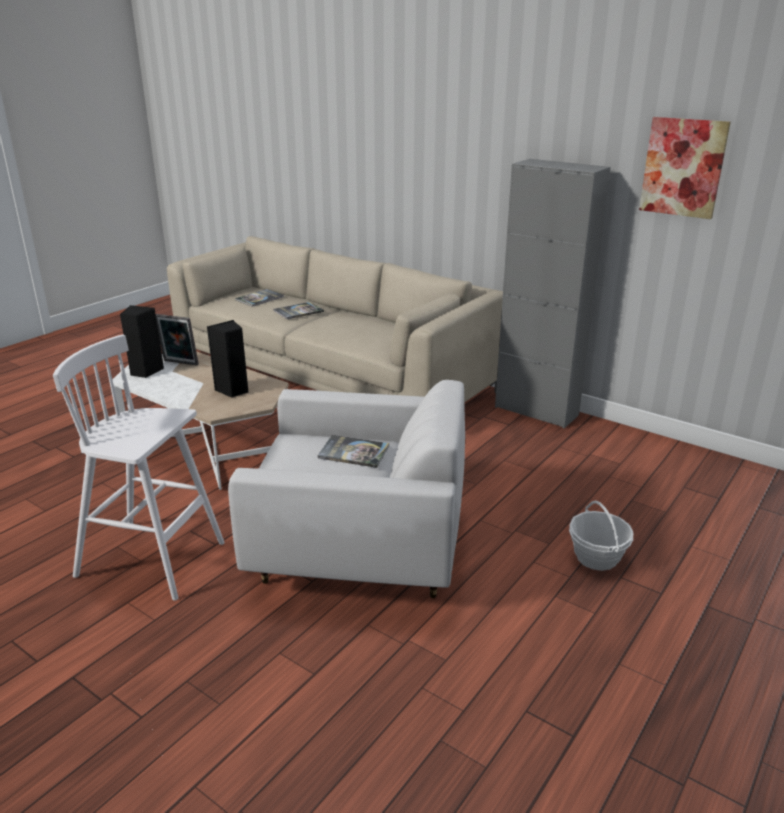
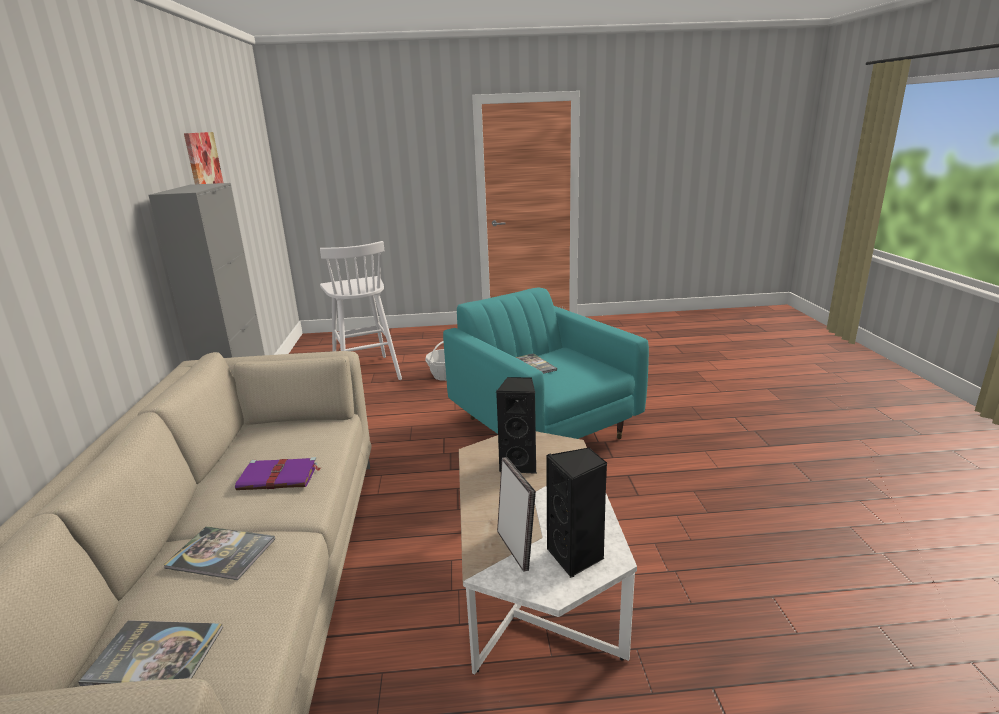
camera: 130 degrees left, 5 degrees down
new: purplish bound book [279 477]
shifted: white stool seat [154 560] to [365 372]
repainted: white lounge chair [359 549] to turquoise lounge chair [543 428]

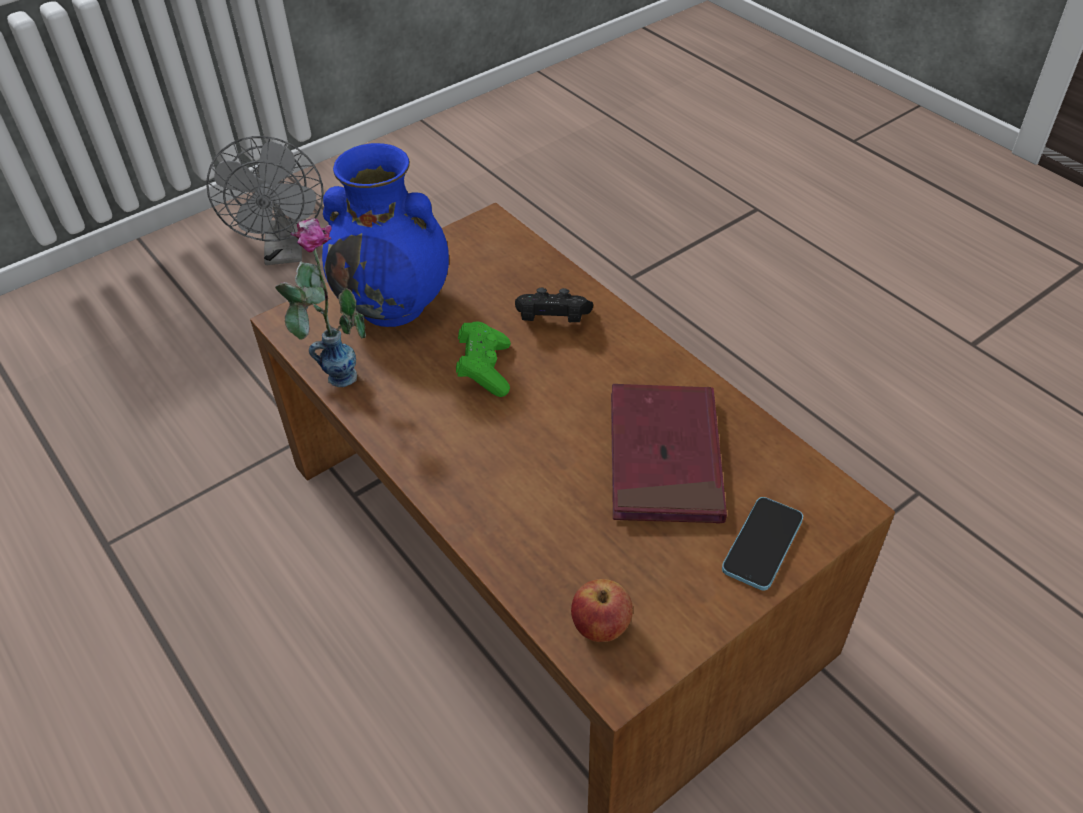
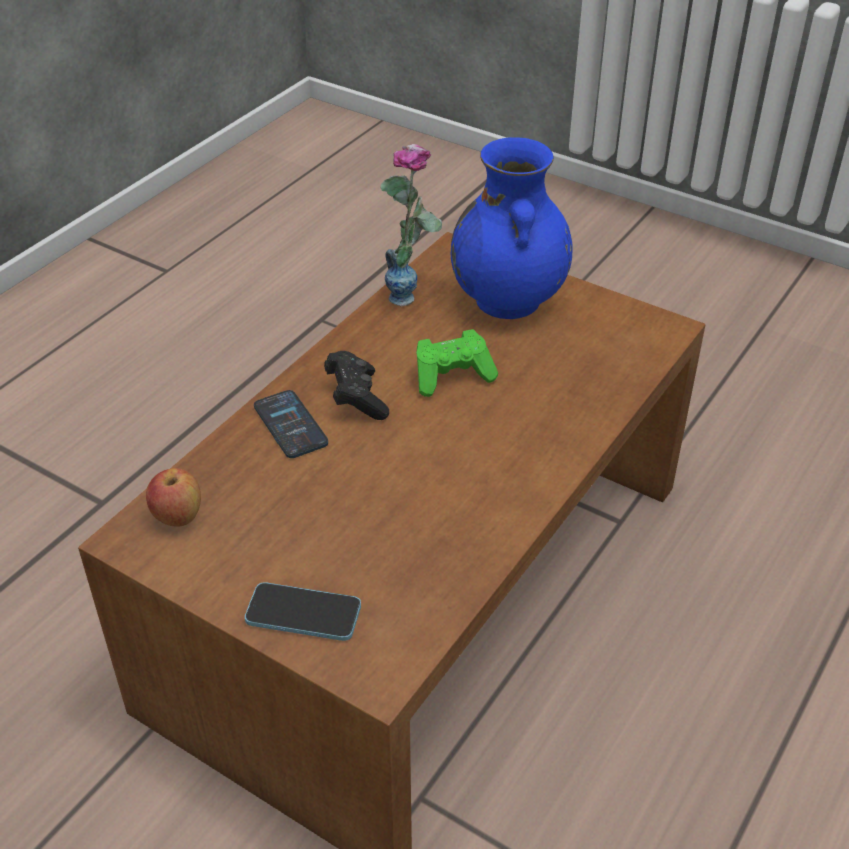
camera: 70 degrees right, 5 degrees down
gone: gray electric fan [285 252]; red-coloured bound book [664 458]
new: handset [290 425]
shifted: blackish gamepad [552 320] to [356 398]

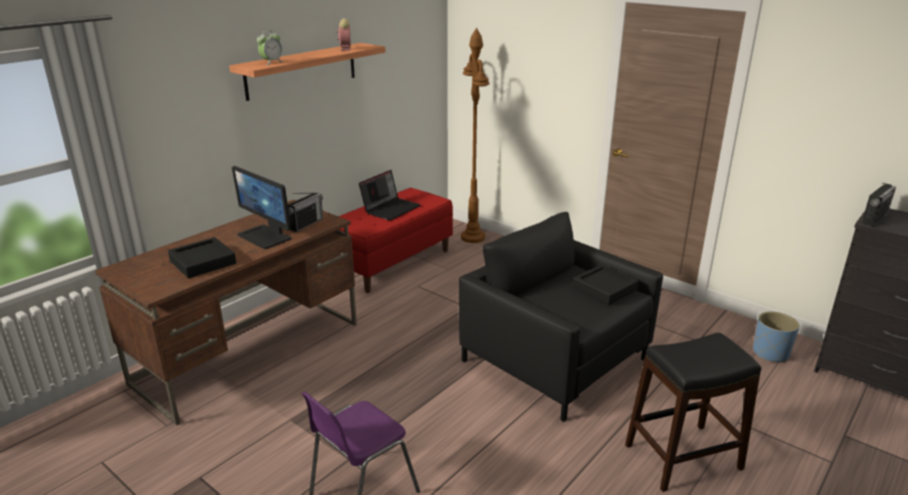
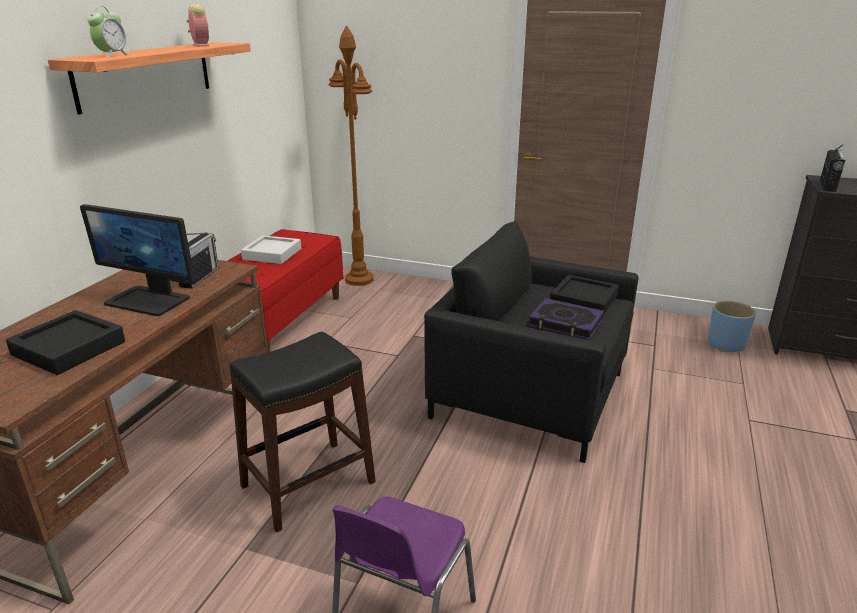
camera: 20 degrees left, 0 degrees up
new: bound book [565 324]
shifted: blackish stool seat [683 457] to [309 484]
swapped: laptop [390 208] to gray serving tray [272 254]

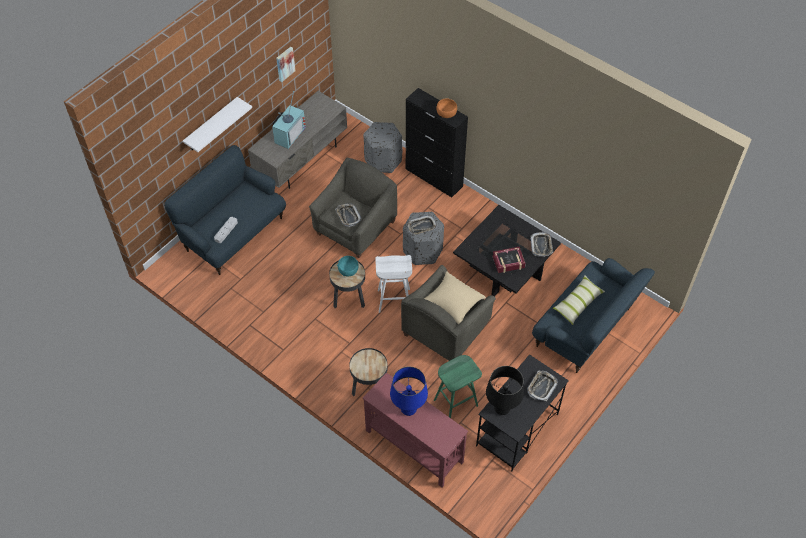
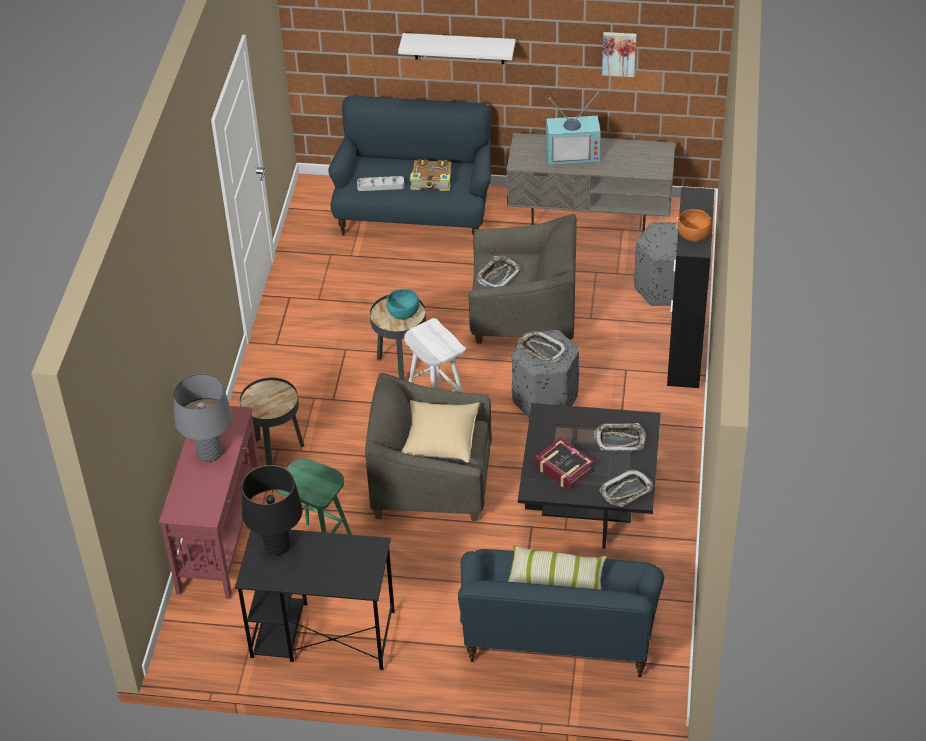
camera: 60 degrees right, 10 degrees down
new: bound book [432 181]
shifted: serving tray [541 387] to [620 440]
repainted: blue-coloured lamp for a table [408 409] to gray lamp for a table [210 453]

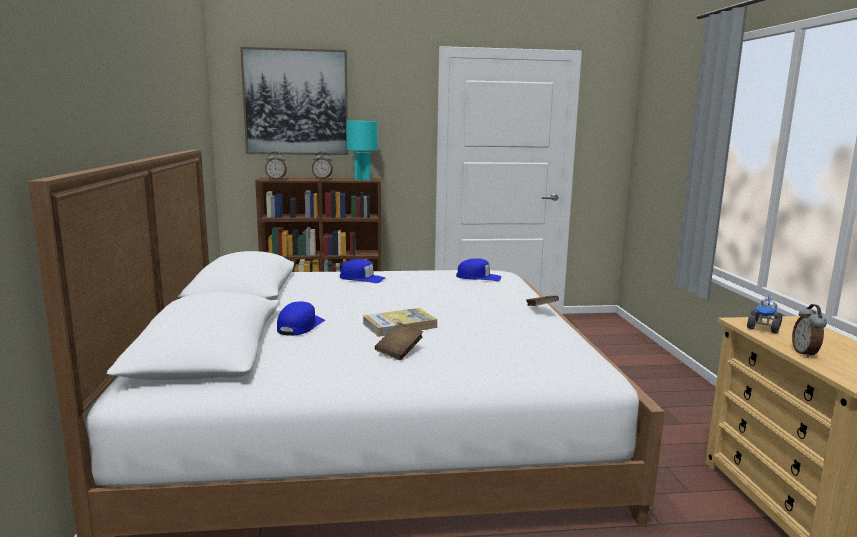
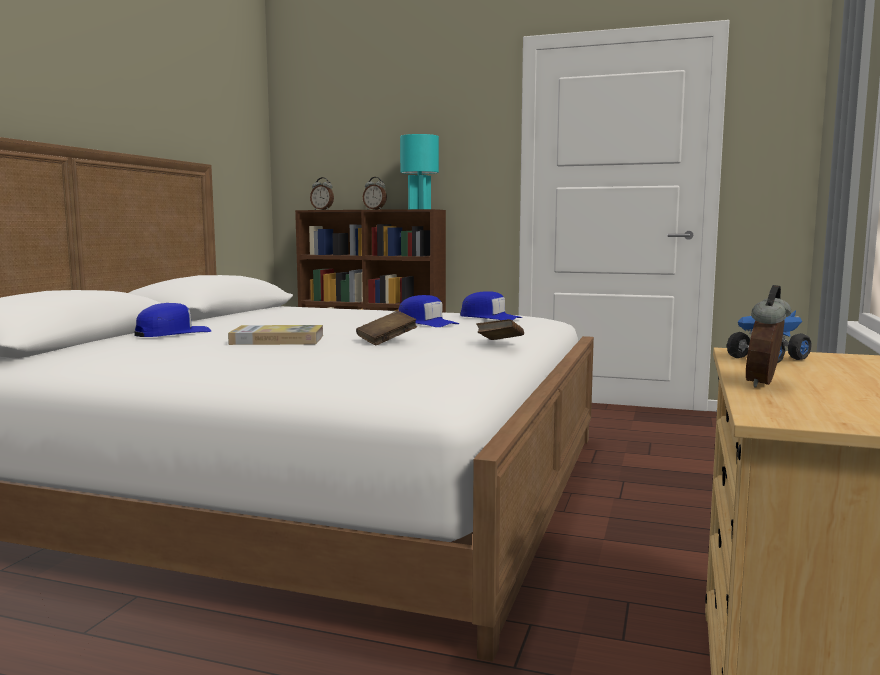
camera: 25 degrees right, 5 degrees down
gone: picture [296 102]
shifted: blue-coloured cap [362 278] to [426 323]; brownish bound book [399 352] to [387 341]

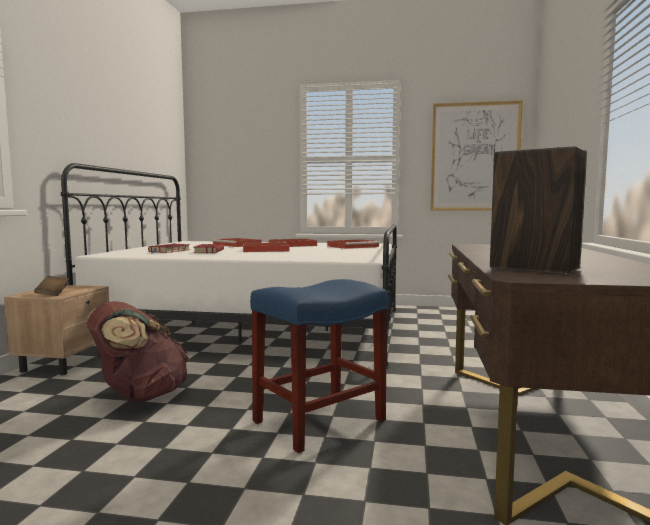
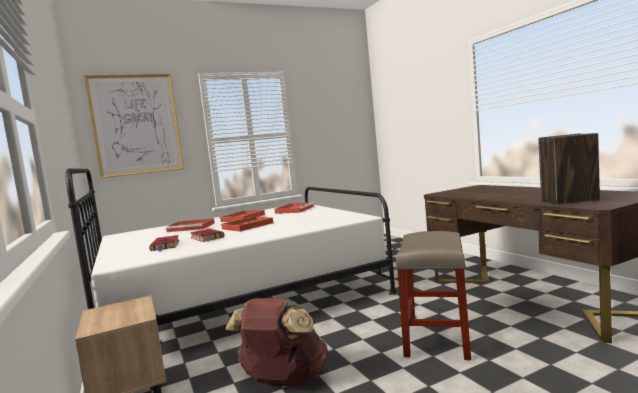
camera: 35 degrees left, 0 degrees up
gone: brownish bound book [53 293]
shifted: picture [474 157] to [136 124]
repainted: blue-coloured stool seat [320 420] to sand-coloured stool seat [436 337]

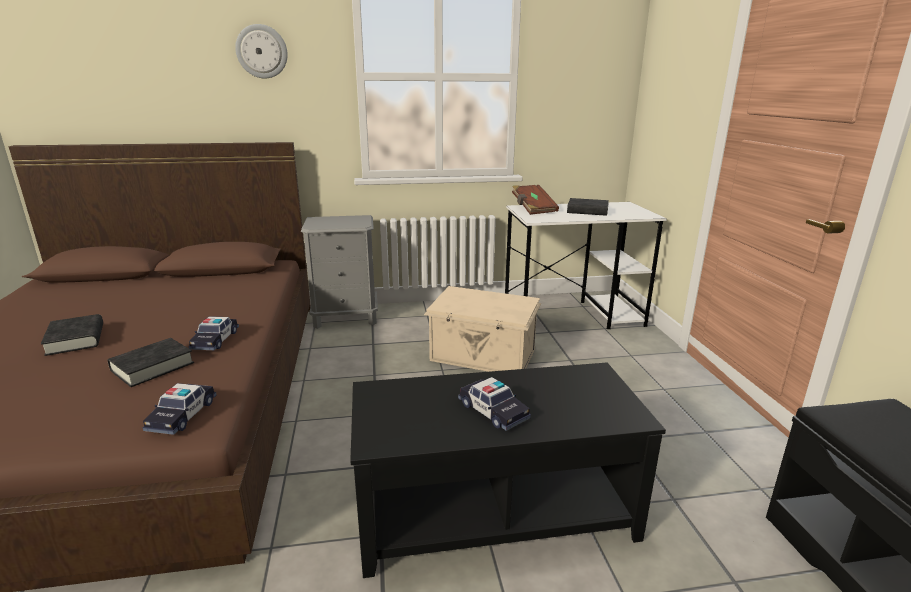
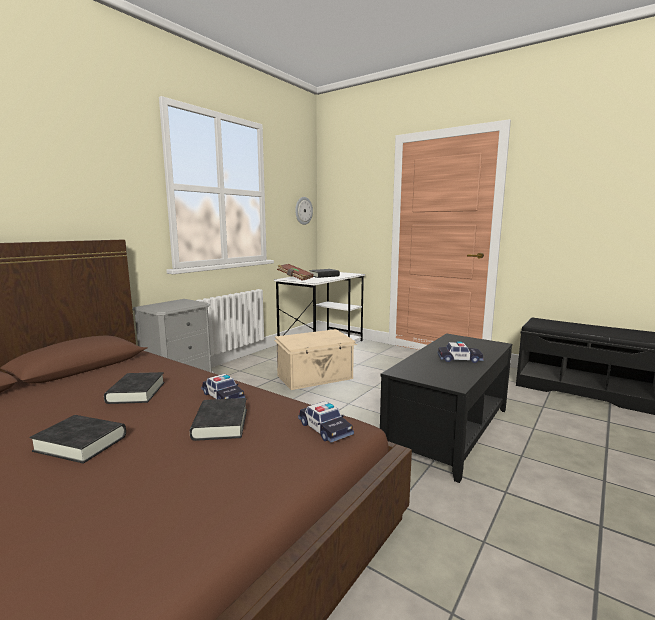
camera: 45 degrees left, 10 degrees down
new: blackish bound book [136 392]
shifted: wall clock [262 51] to [303 210]

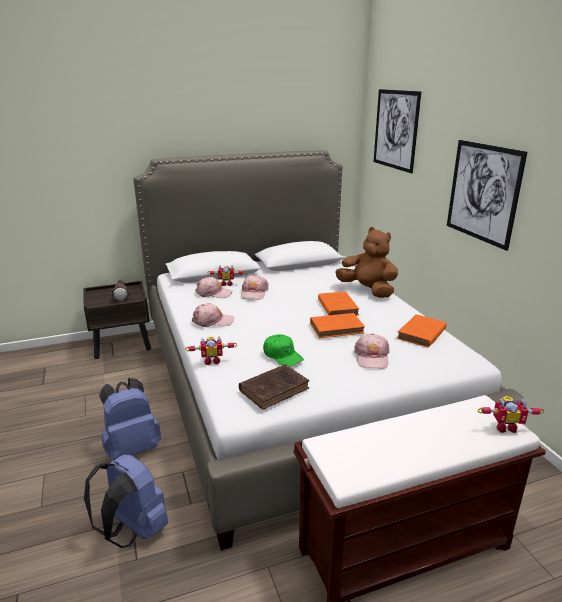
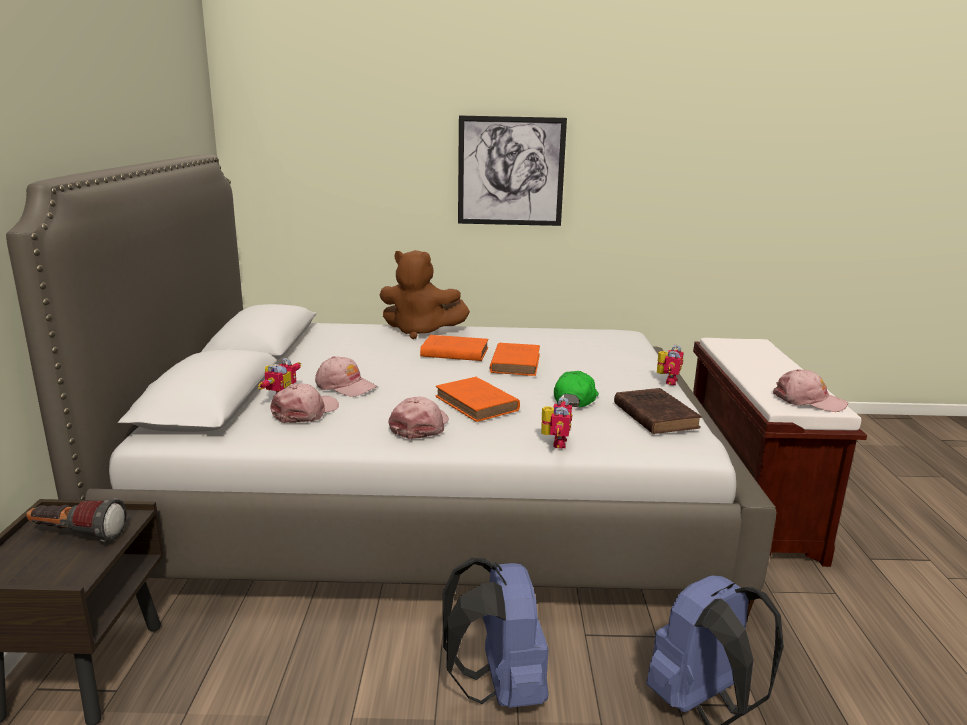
camera: 70 degrees left, 5 degrees down
gone: picture [395 129]
shifted: pinkish cap [372 357] to [808 400]; orangey bound book [421 334] to [478 404]; toy robot [505 426] to [667 381]
rotated: green cap [282 356] = [575 398] 45 degrees counterclockwise; brownish plush toy [367 290] = [420 331] 135 degrees counterclockwise

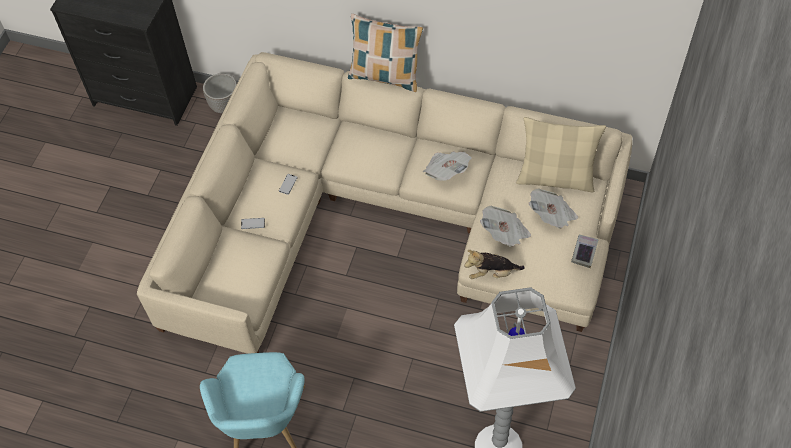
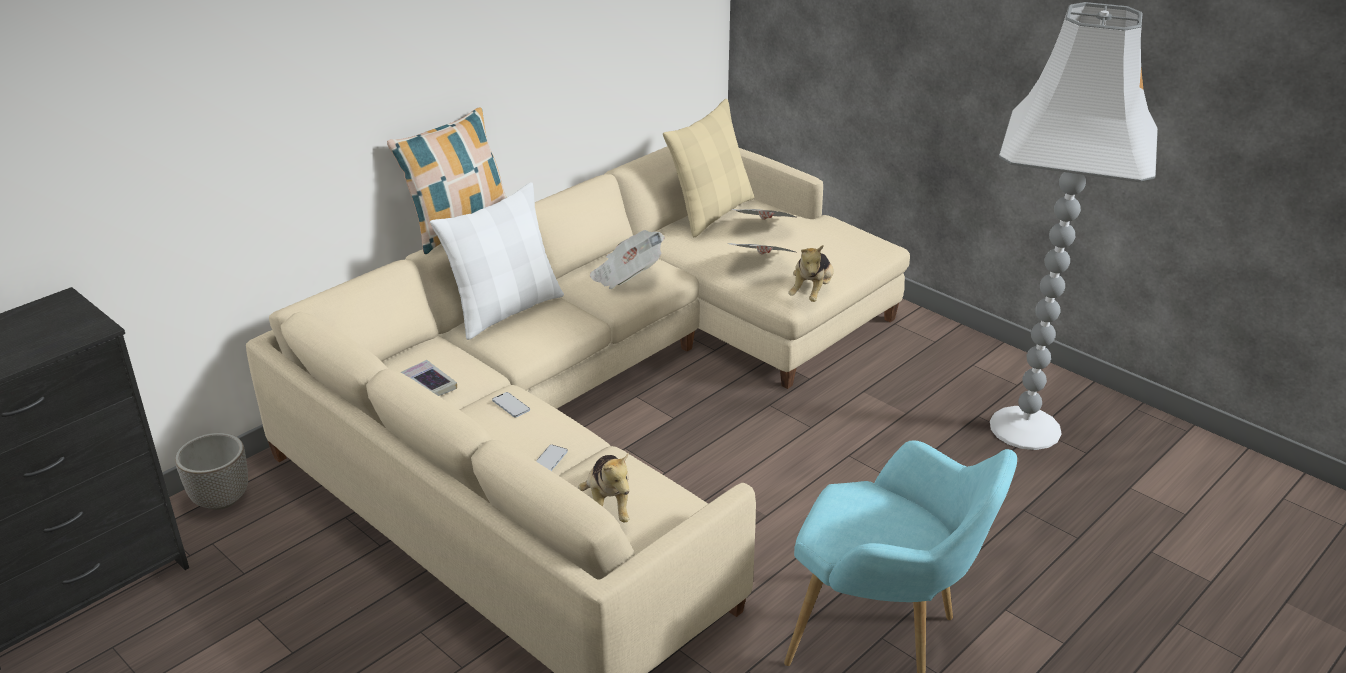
camera: 65 degrees left, 25 degrees down
new: white throw pillow [505 310]; plush toy [608 505]
shifted: bound book [584 252] to [428 384]

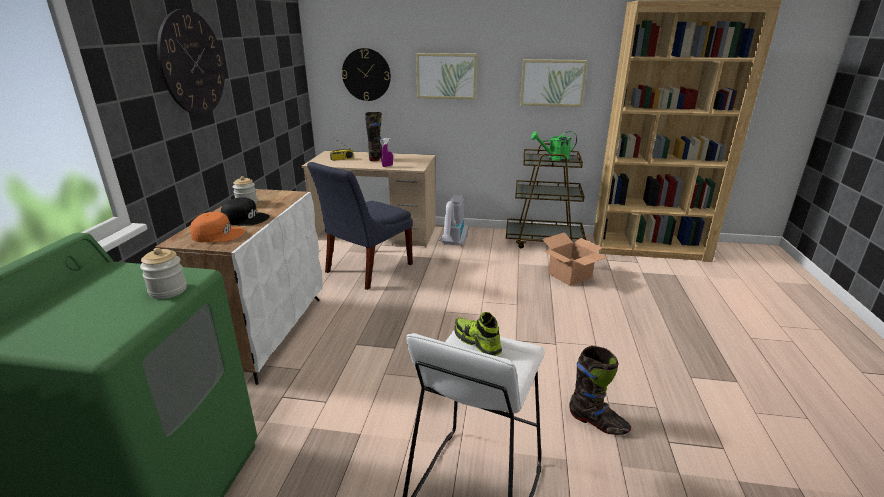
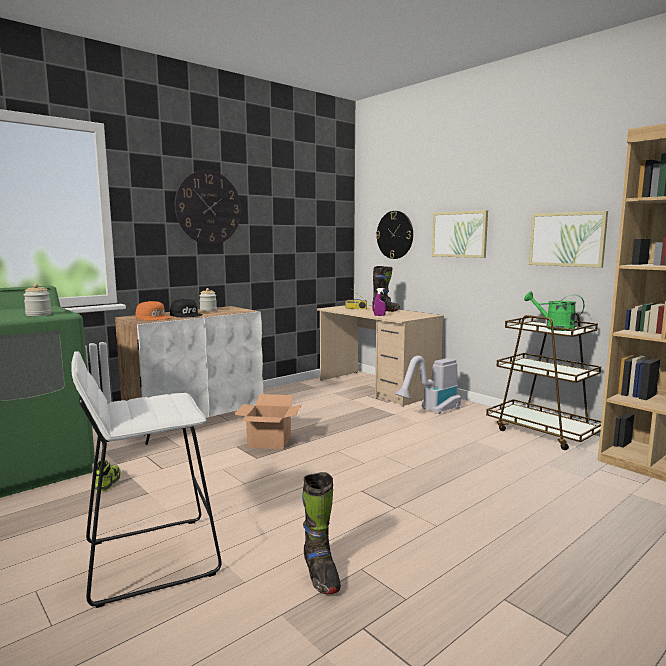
camera: 40 degrees right, 15 degrees down
gone: blue-coloured chair [366 269]
shifted: item of footwear [477 342] to [107 482]; cardboard box [570 275] to [270 441]

